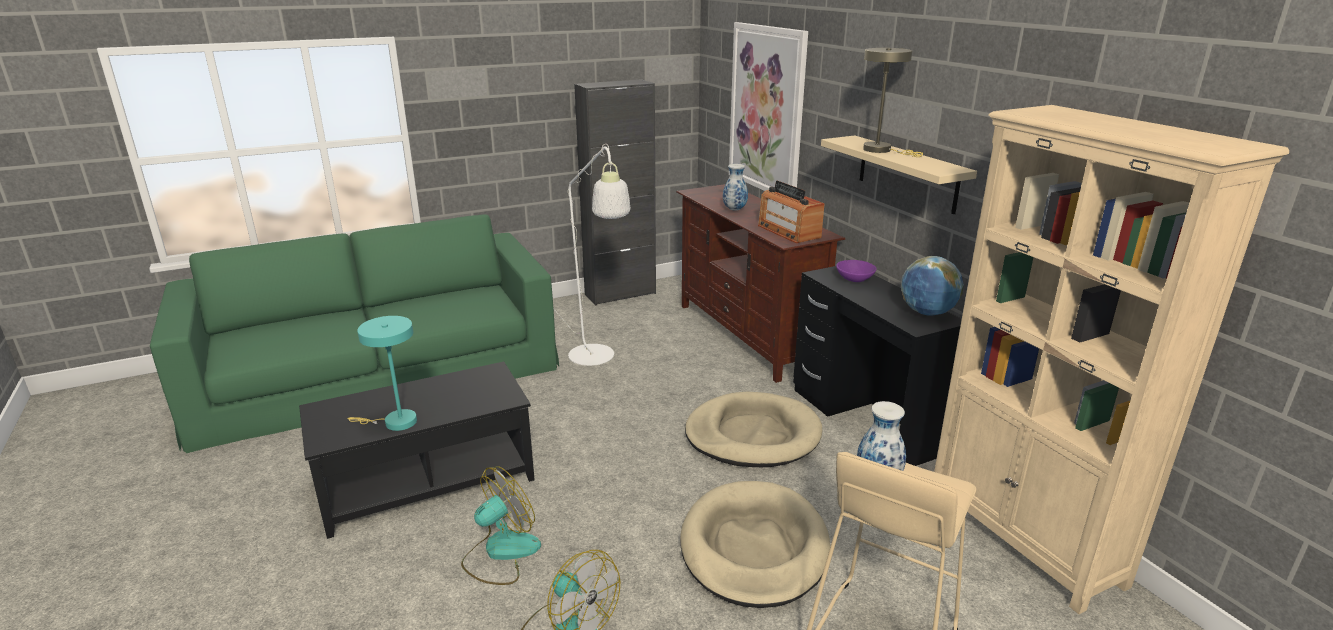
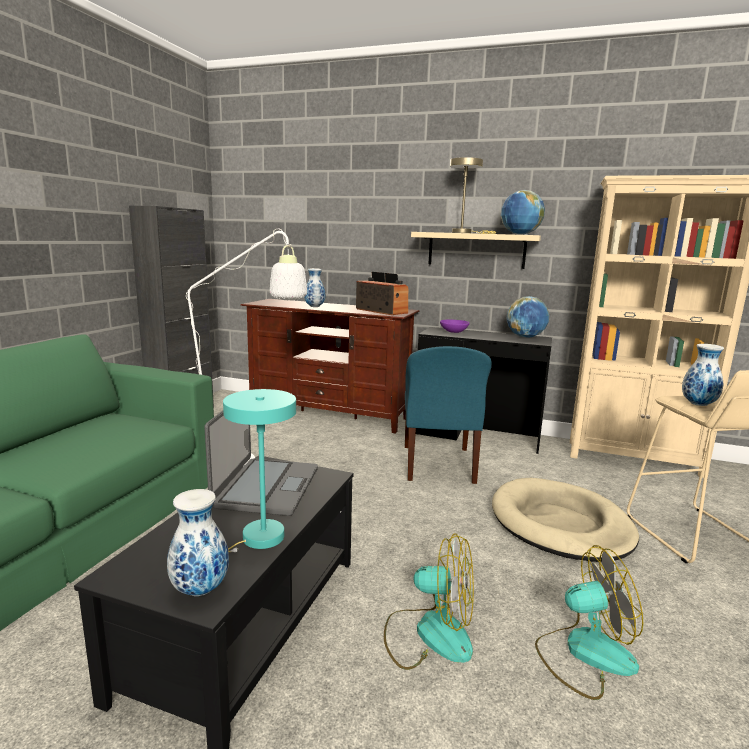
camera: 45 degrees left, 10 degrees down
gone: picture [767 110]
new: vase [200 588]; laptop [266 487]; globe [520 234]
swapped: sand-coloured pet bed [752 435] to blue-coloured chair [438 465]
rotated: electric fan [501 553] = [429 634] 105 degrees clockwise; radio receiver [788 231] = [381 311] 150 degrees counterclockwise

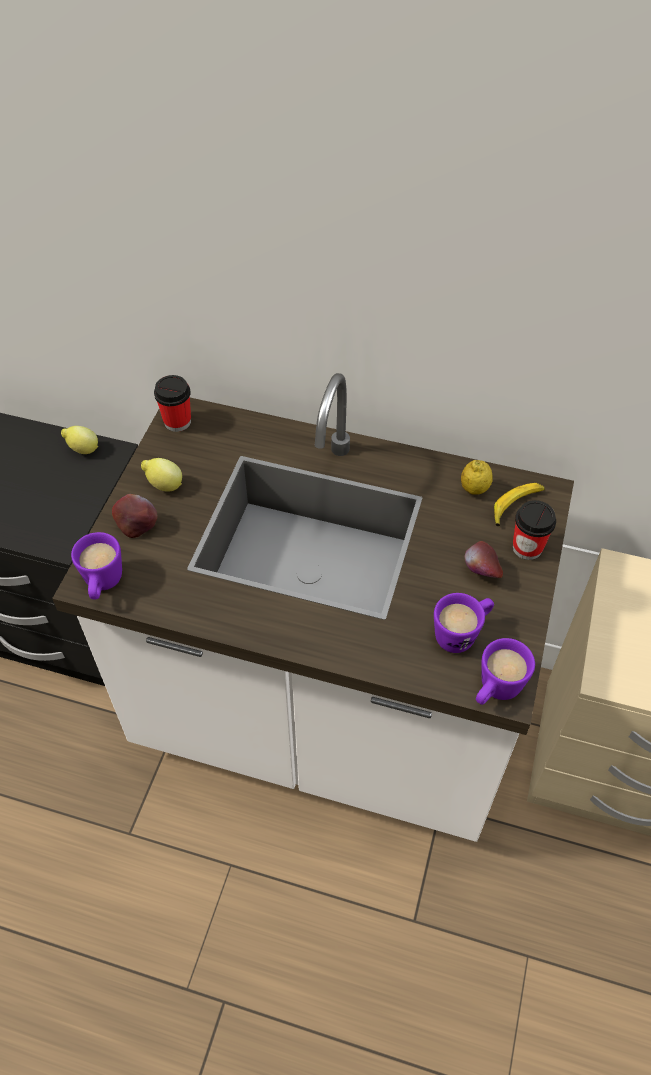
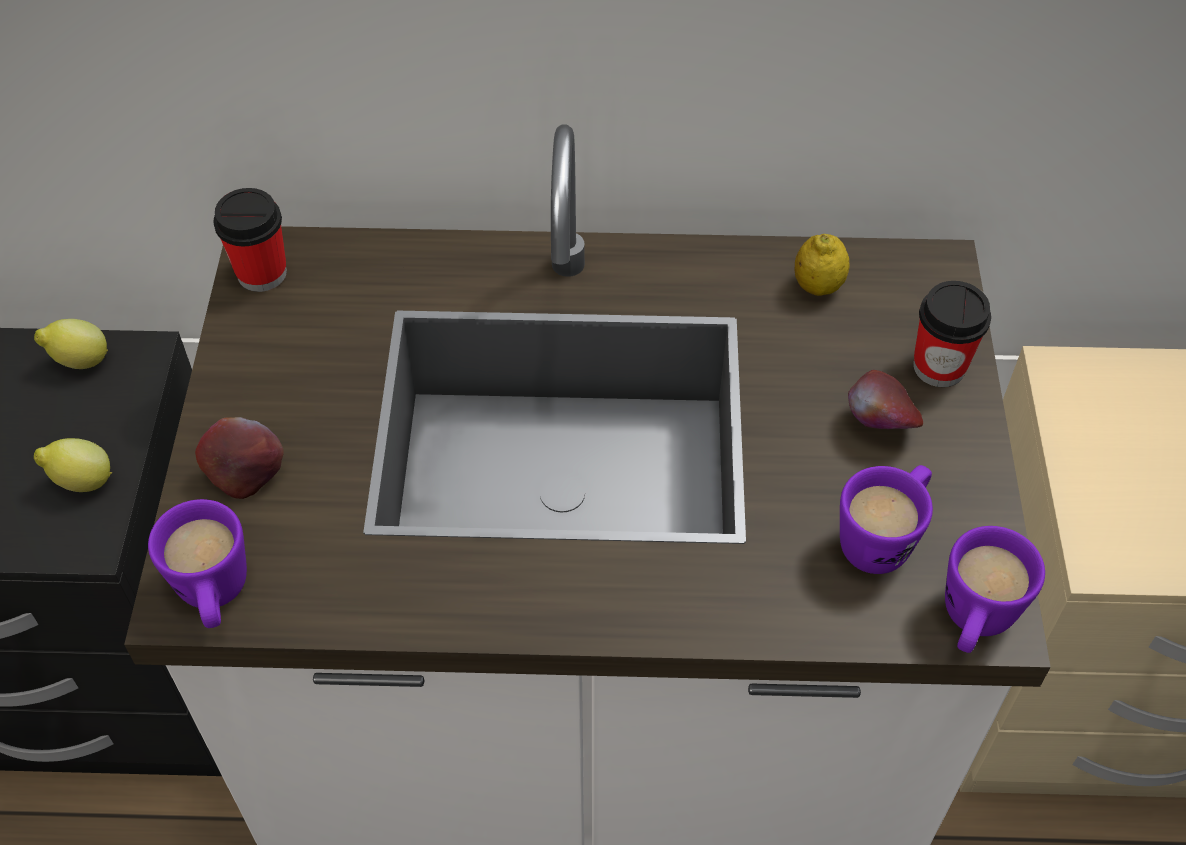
camera: 15 degrees left, 0 degrees up
gone: banana [516 506]
shifted: whole lemon [164 485] to [82 482]

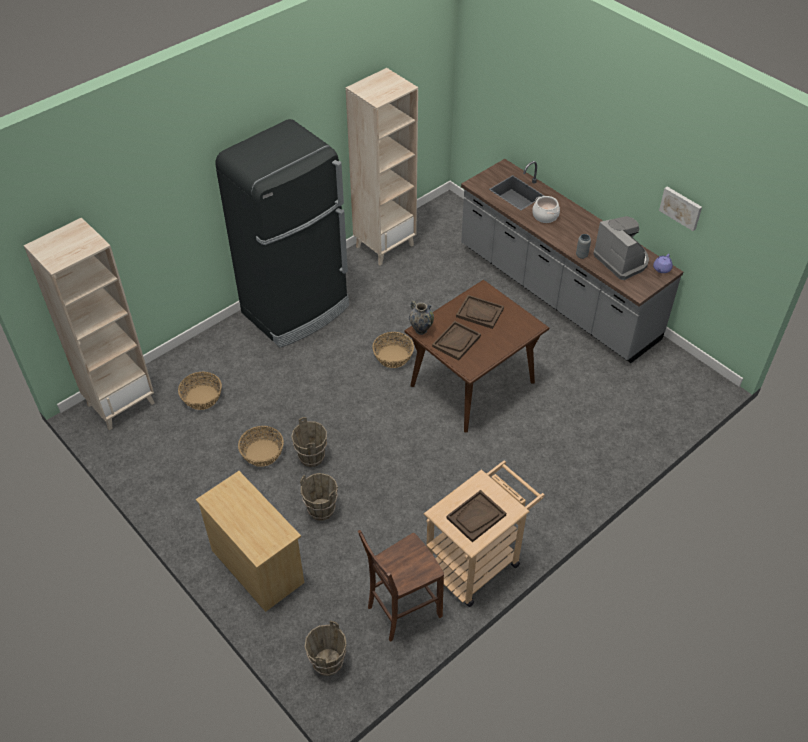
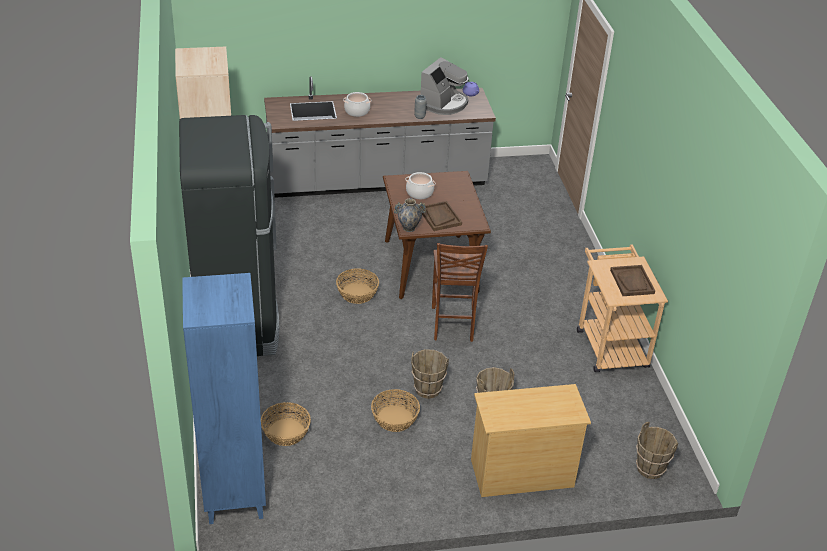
camera: 60 degrees left, 10 degrees down
gone: picture [681 207]
shifted: brownish chair [402 611] to [452 325]
swapped: brownish serving tray [480 313] to cooking pot [419 193]
repainted: sand-coloured bookshelf [121 403] to blue-coloured bookshelf [234 495]
rotated: coffee machine [622 260] = [443 104] 120 degrees clockwise

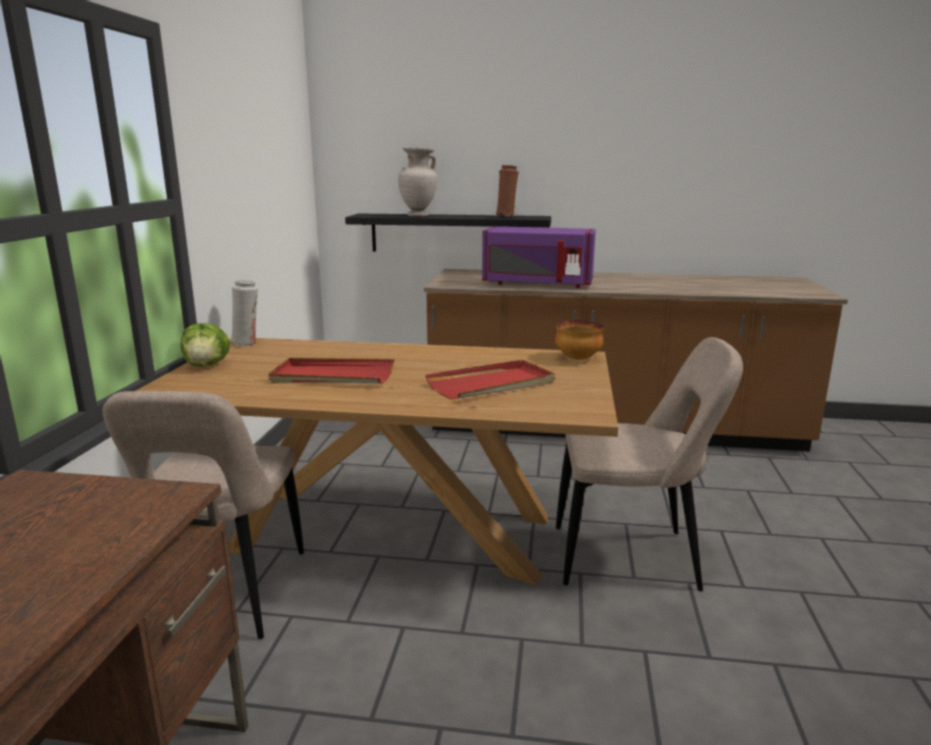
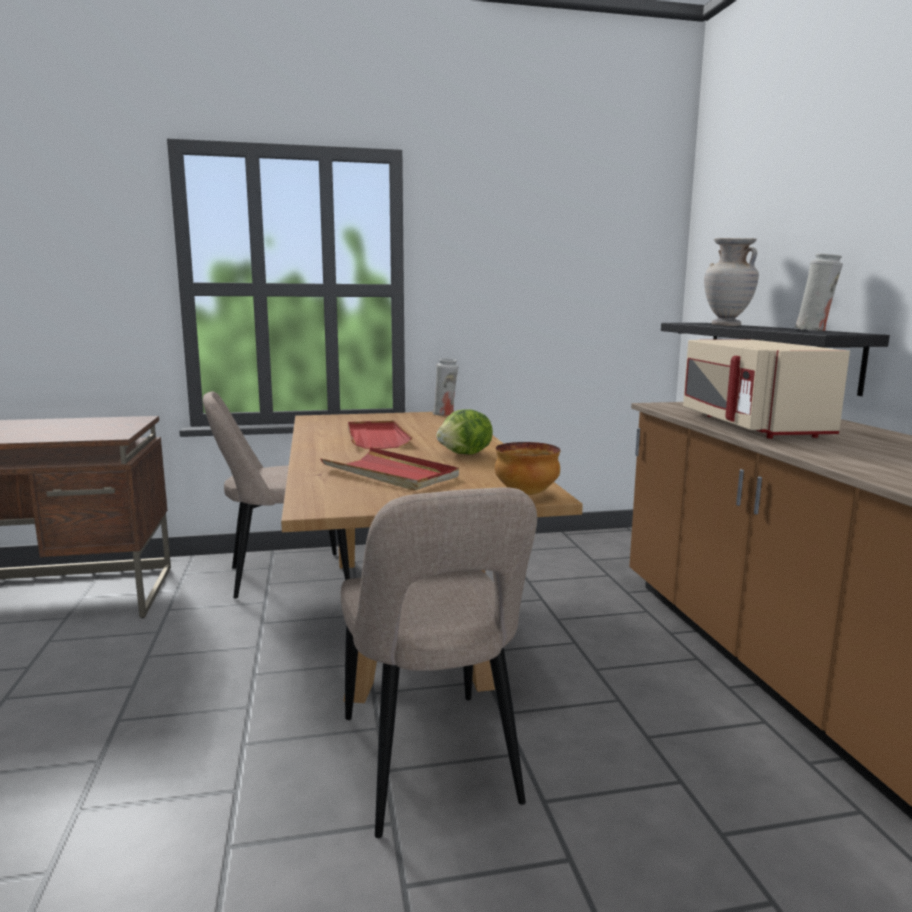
camera: 70 degrees right, 5 degrees down
shifted: lettuce head [207 365] to [466 454]
repainted: purplish microwave [537 284] to sand-coloured microwave [748 425]; brownish vase [506 216] to white vase [813 331]

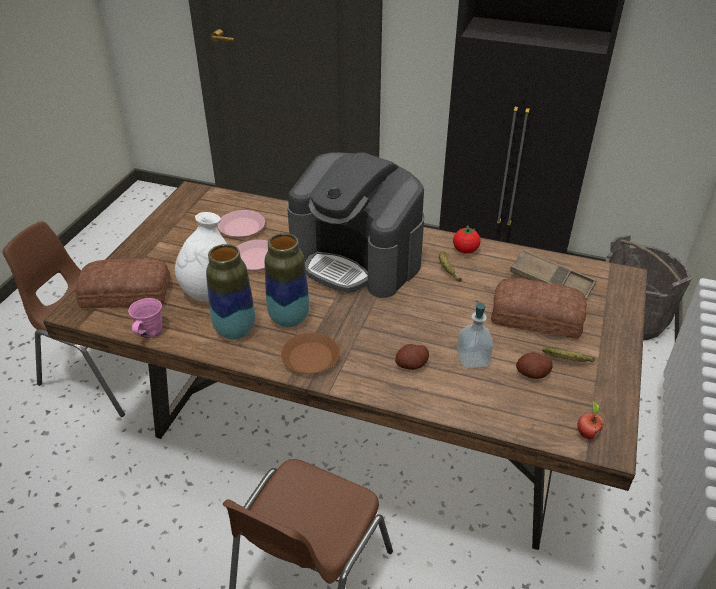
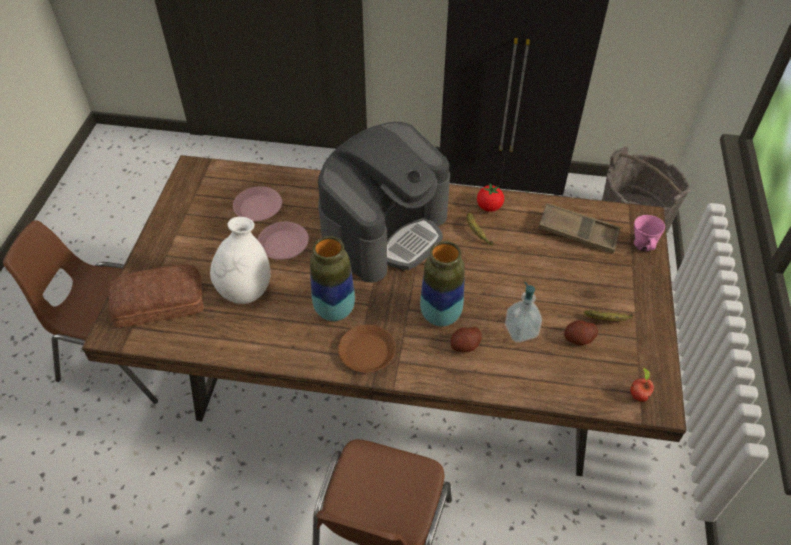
camera: 10 degrees left, 10 degrees up
gone: baked bread [535 315]
shifted: pinkish coffee mug [149 332] to [643 245]; vase [235 330] to [440 315]
rotated: coffee machine [357 259] = [385 230] 75 degrees counterclockwise

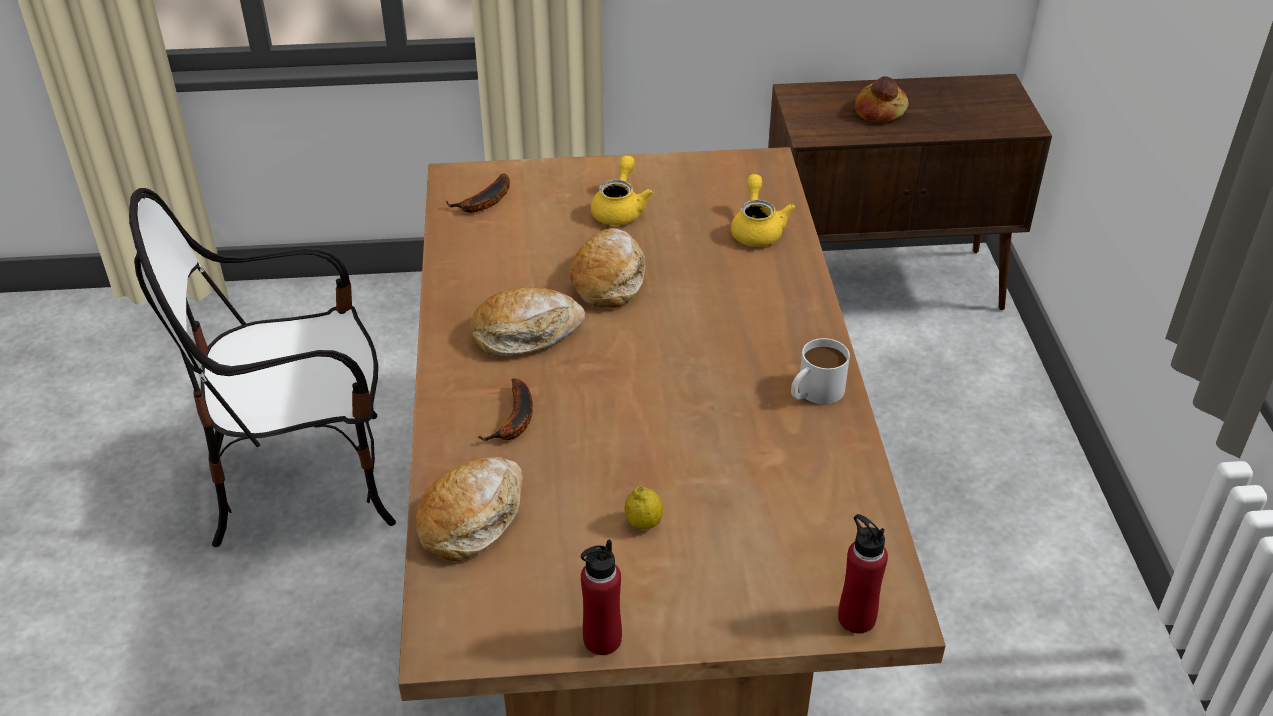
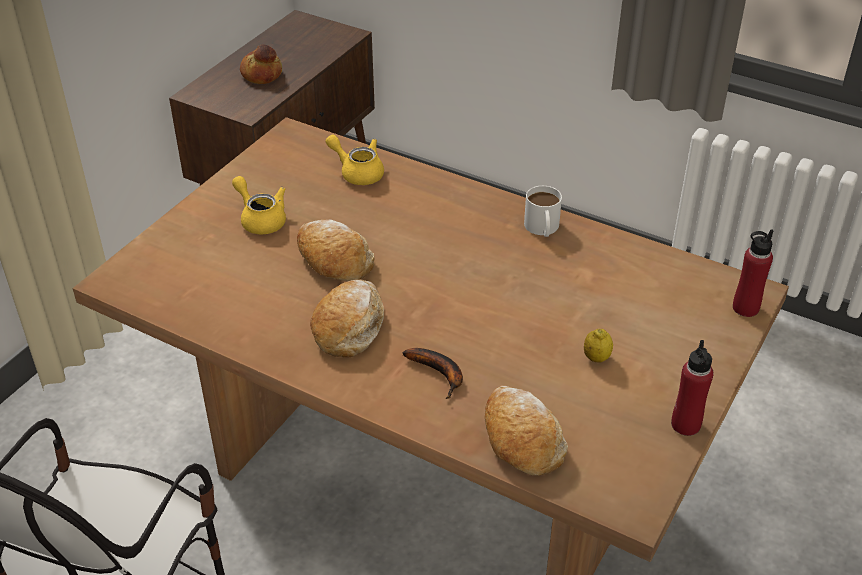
camera: 55 degrees left, 0 degrees up
gone: banana [484 202]

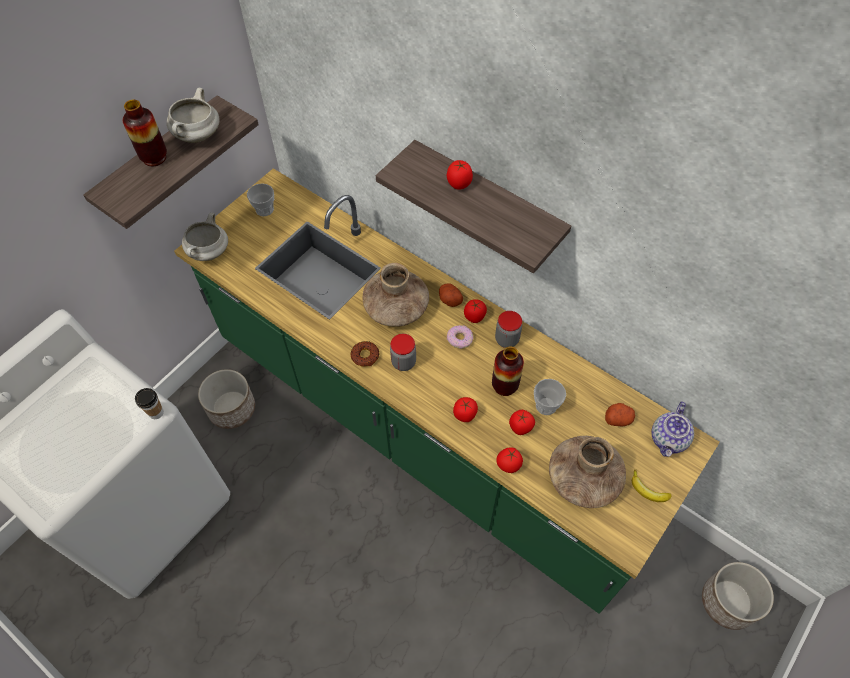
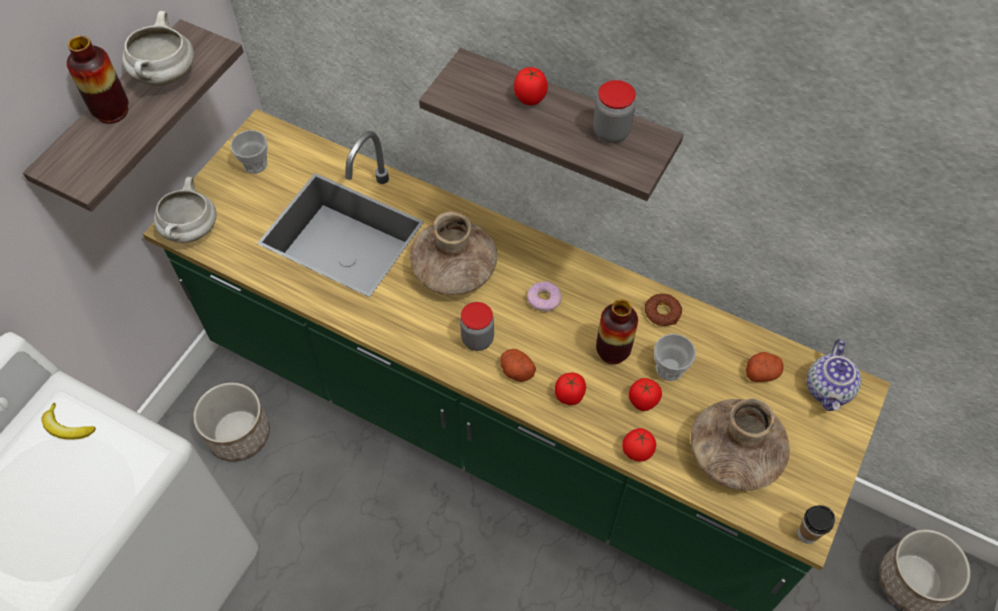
camera: 10 degrees left, 0 degrees up
gone: whole tomato [474 317]
shifted: small cup [156 412] to [807 534]; doughnut [365 356] to [662 312]; whole potato [449 299] to [516 370]; storage jar [507 339] to [611 132]; banana [647 490] to [67 427]

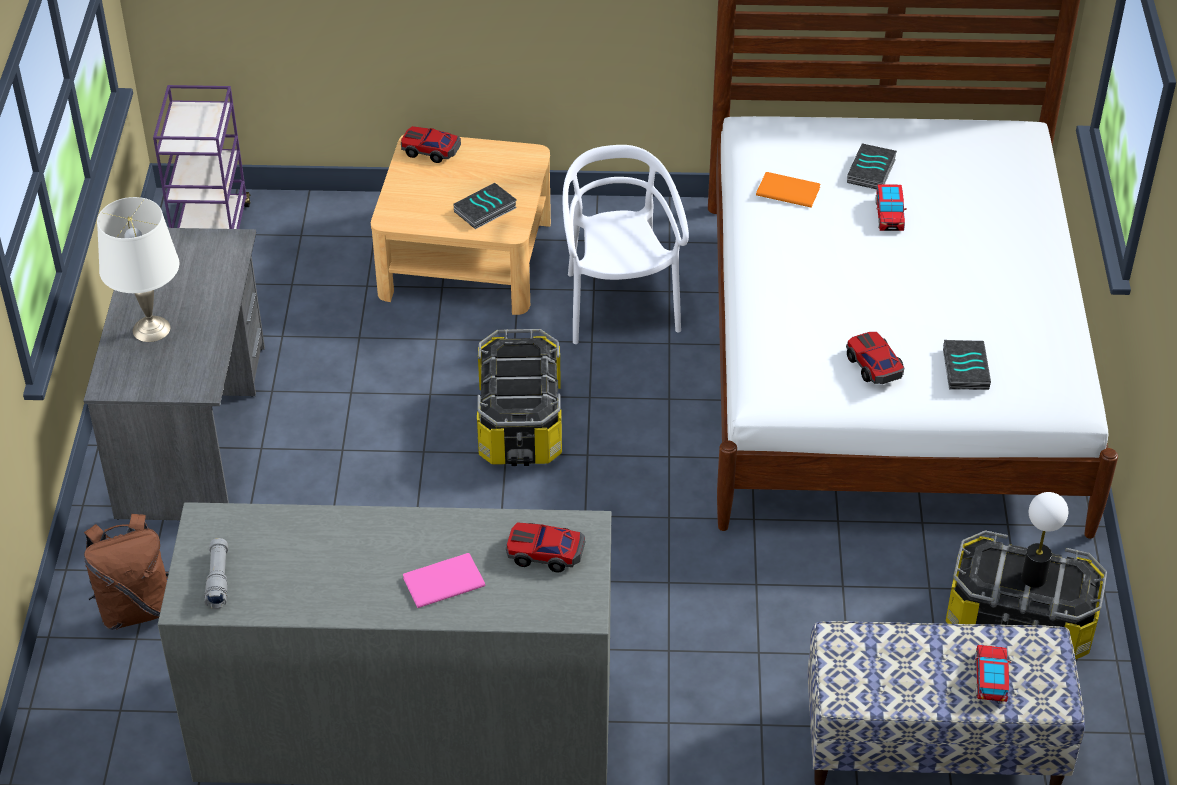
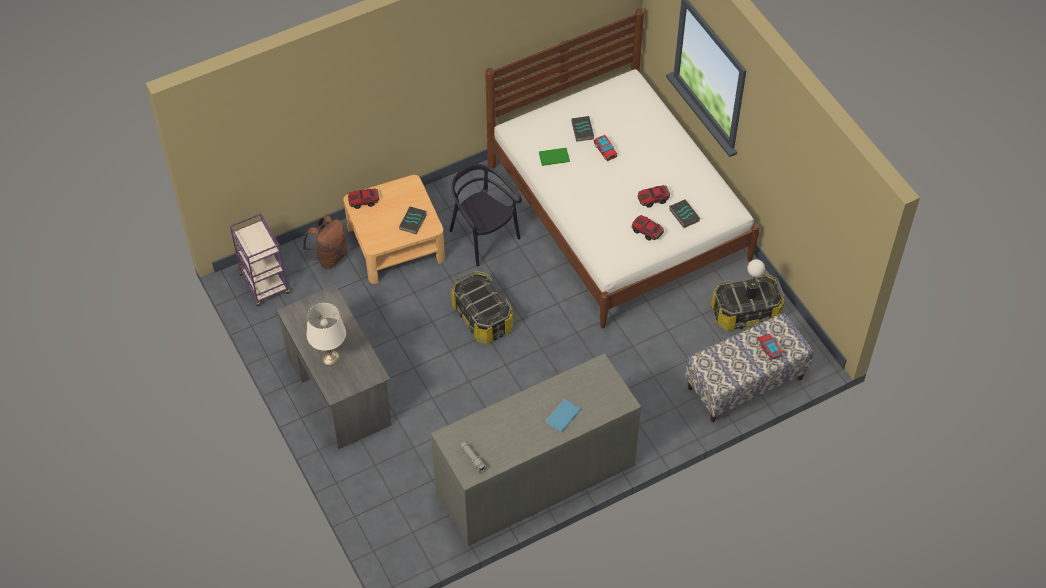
camera: 30 degrees left, 10 degrees up
shifted: brownish rucksack [135 608] to [329 257]; model car [545 553] to [653 198]
repainted: pinkish bound book [441 581] to blue-coloured bound book [561 416]; white chair [618 305] to blackish chair [483 237]; orangey bound book [787 190] to green bound book [553 157]

